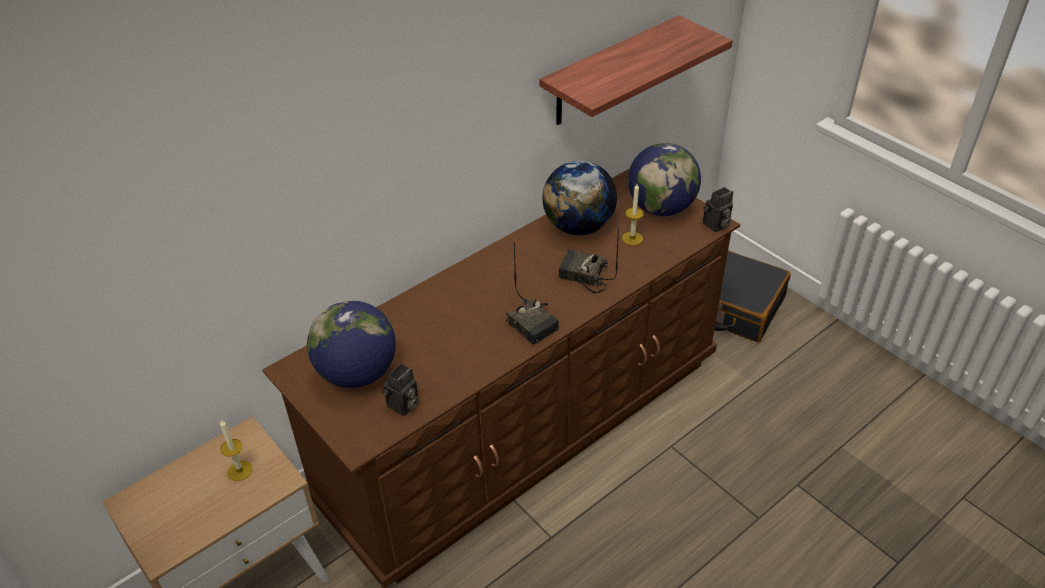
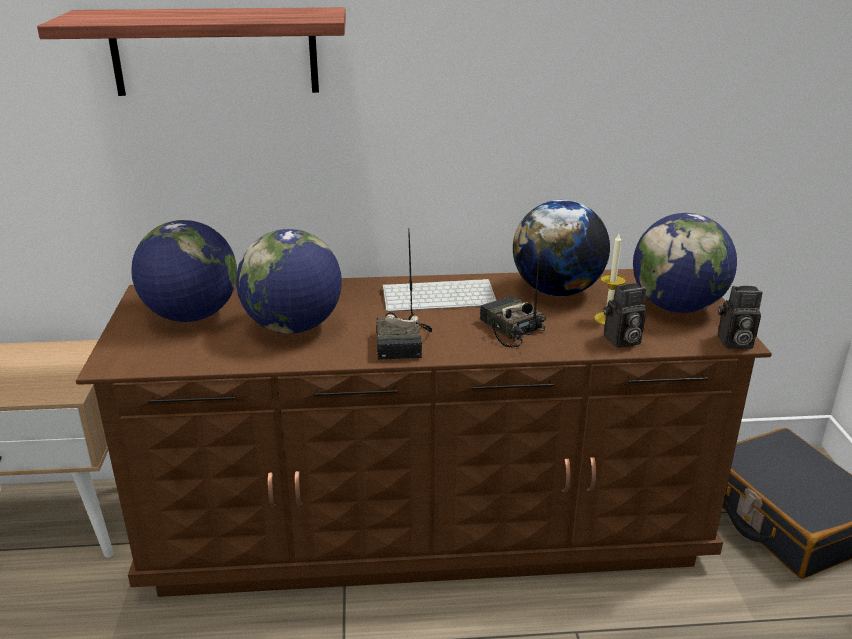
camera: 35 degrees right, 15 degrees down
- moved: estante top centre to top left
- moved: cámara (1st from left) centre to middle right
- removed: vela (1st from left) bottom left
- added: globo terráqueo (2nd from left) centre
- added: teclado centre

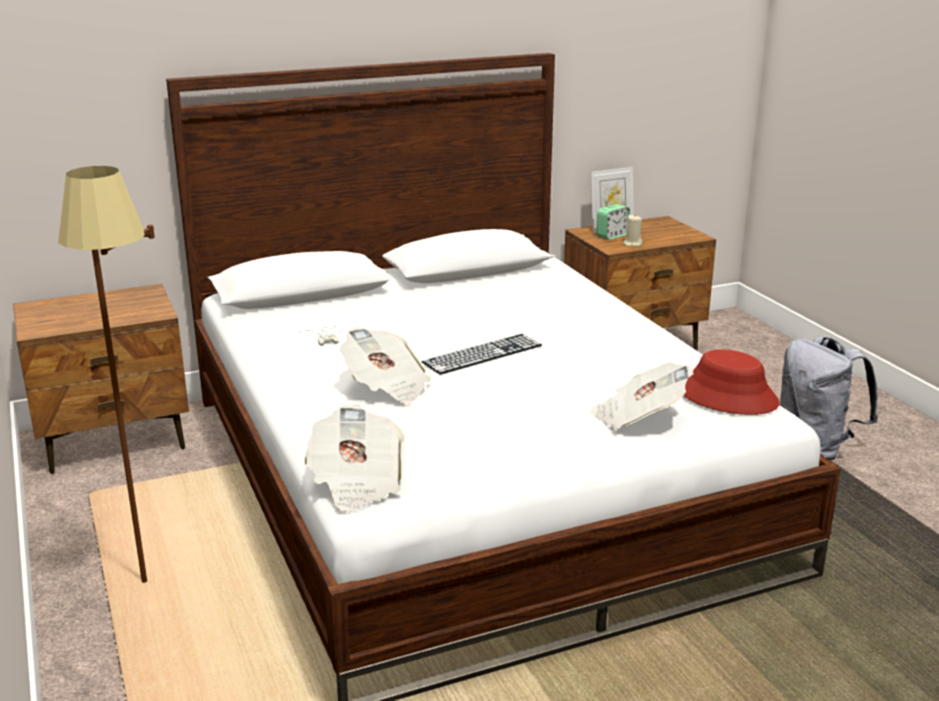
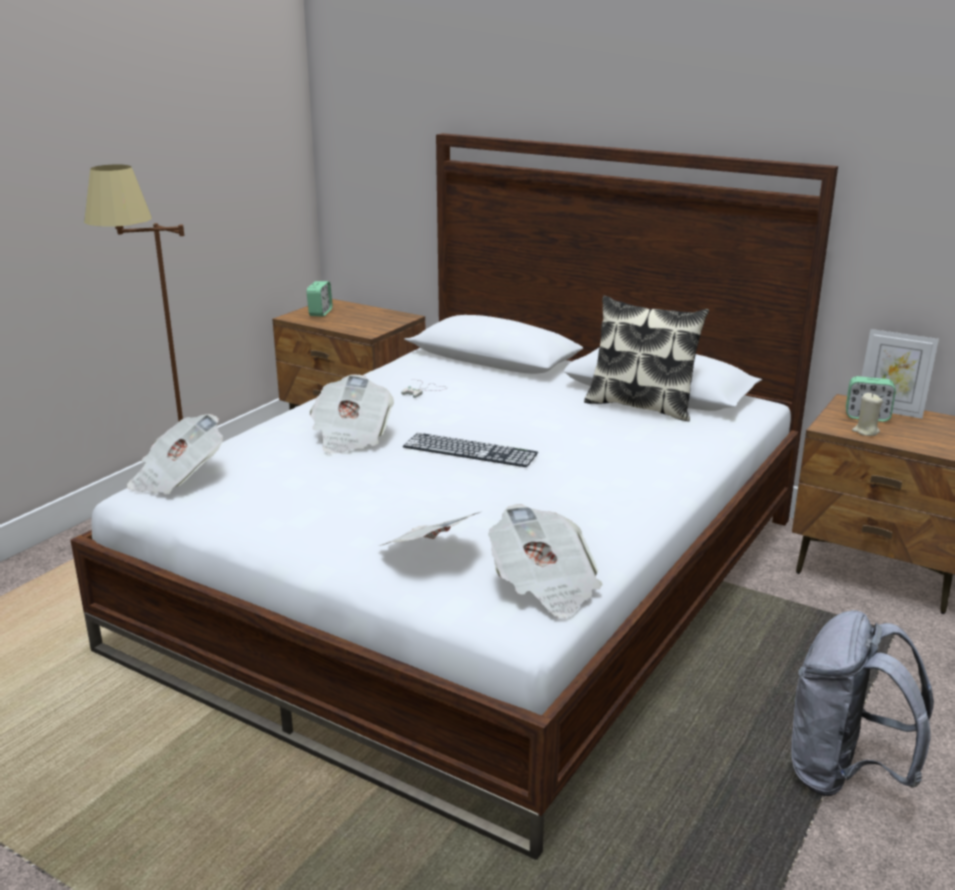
camera: 55 degrees right, 0 degrees up
- replaced: sombrero/rojo middle right to periódico (4th from left) centre
- added: despertador (1st from left) centre
- added: cojín middle right

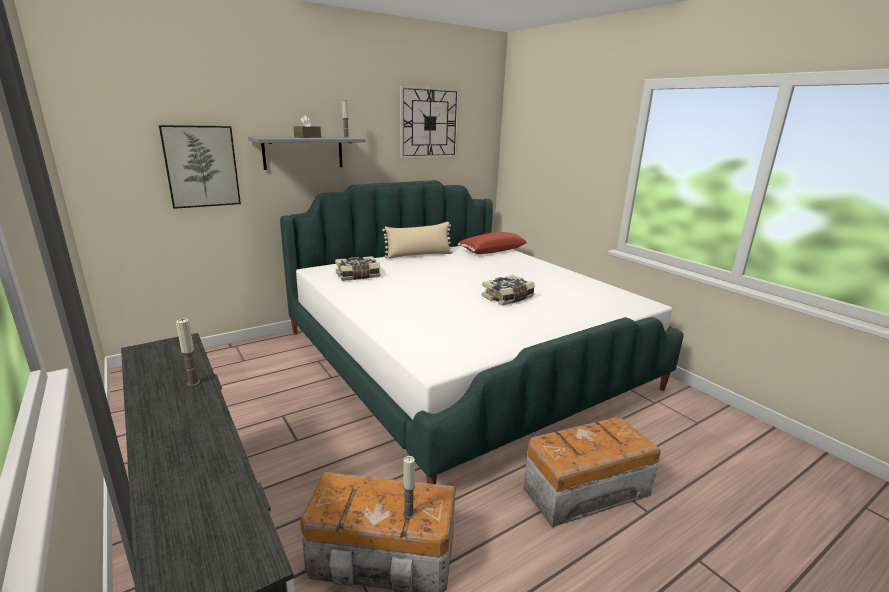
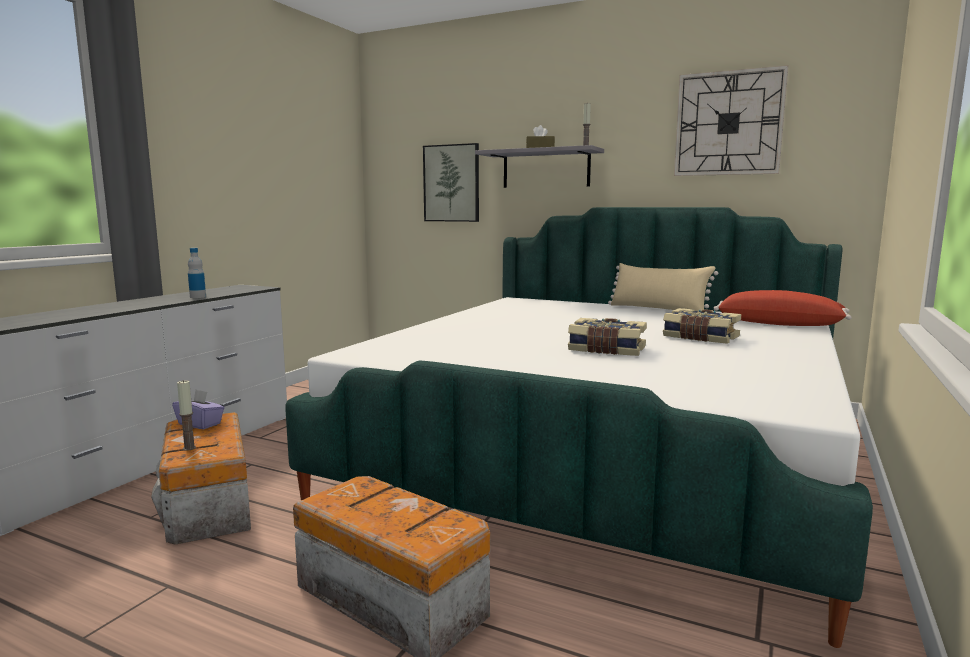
camera: 60 degrees right, 10 degrees down
- moved: libro (1st from left in the first image) centre to libro (2nd from left) middle right
- replaced: vela (1st from left) middle left to botella middle left
- added: caja de pañuelos/morado middle left

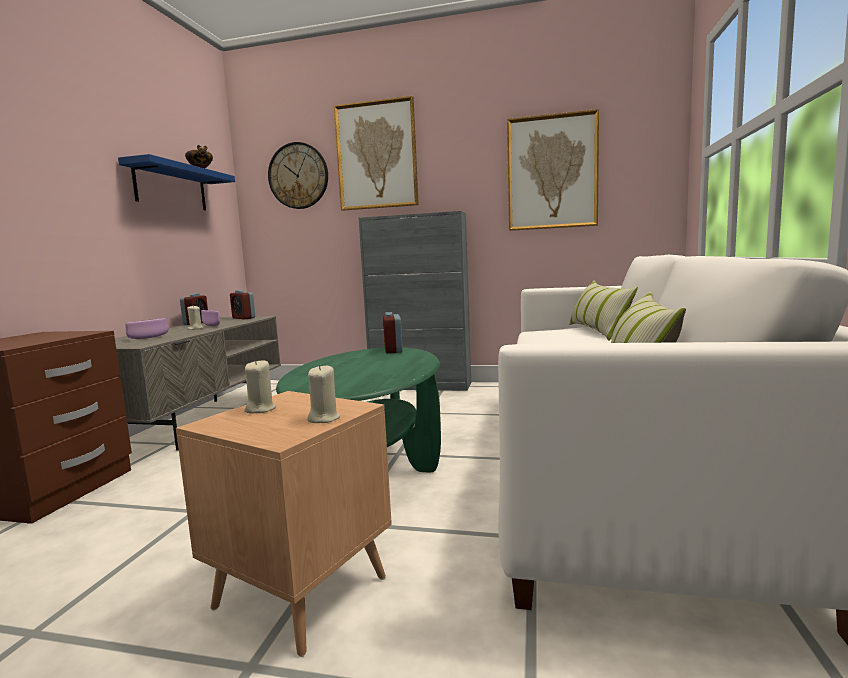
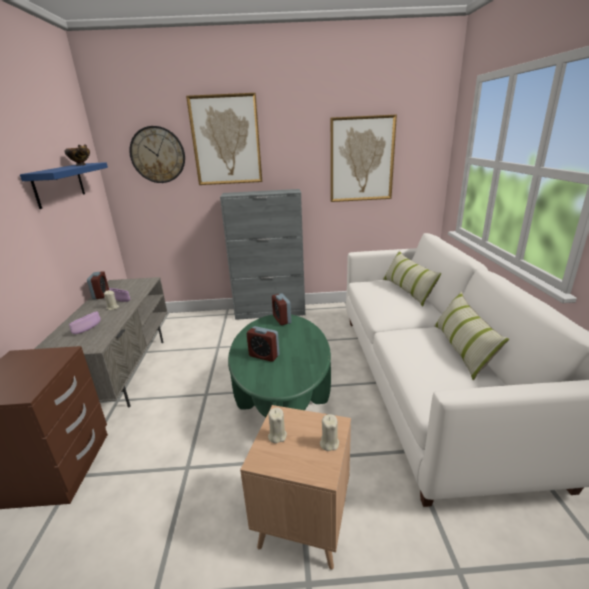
camera: 15 degrees left, 15 degrees up
- moved: despertador (2nd from left) middle left to centre

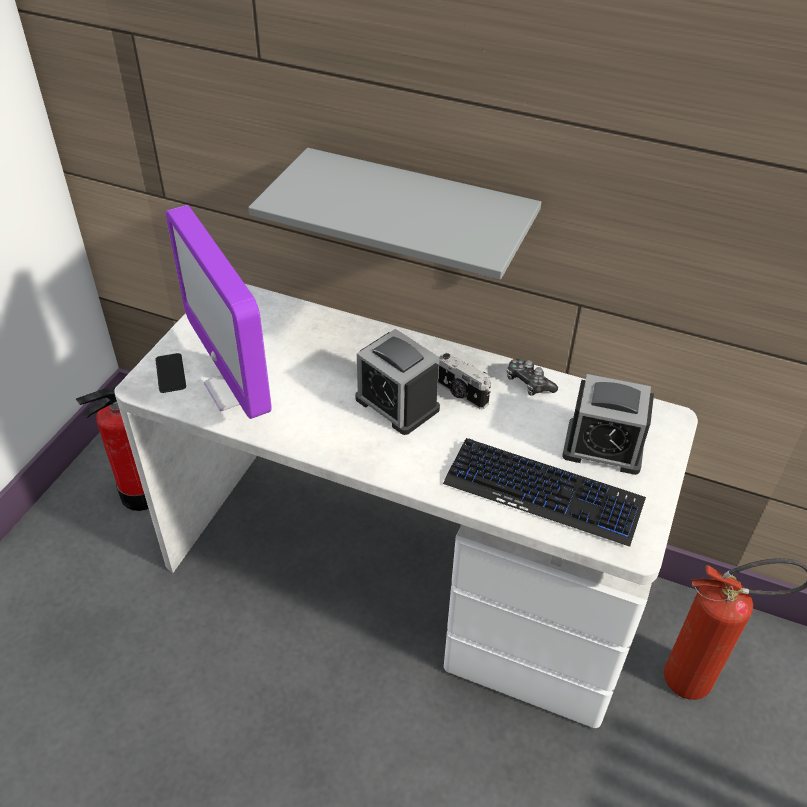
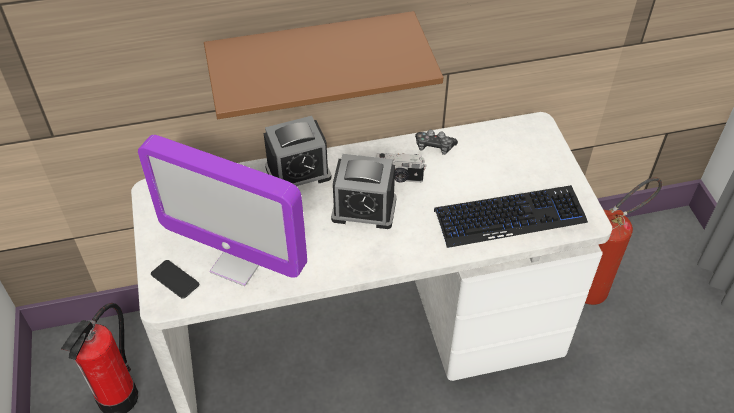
camera: 35 degrees left, 5 degrees up
- recoloured: estante/gris top centre to estante/marrón top centre
- moved: despertador (2nd from left in the first image) middle right to despertador (1st from left) centre

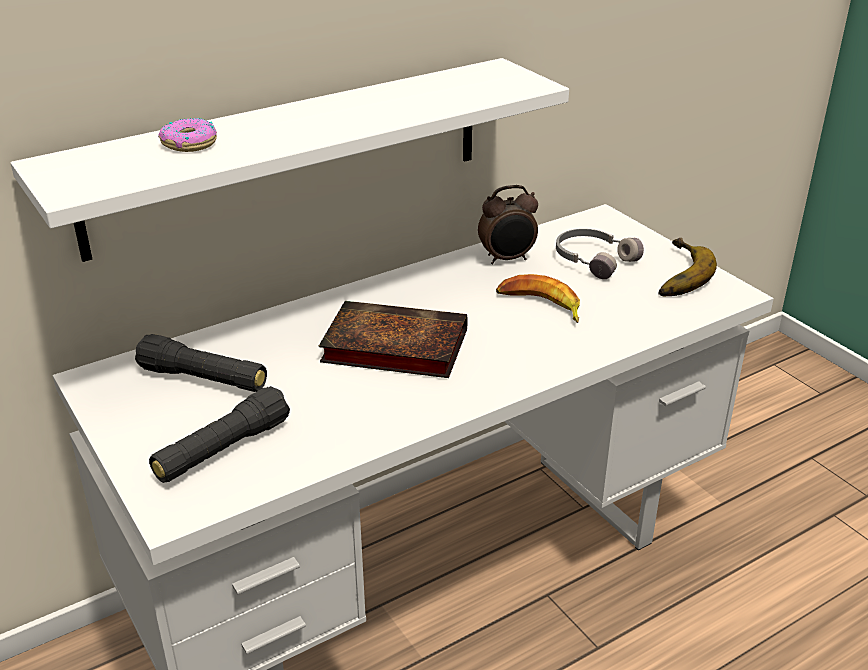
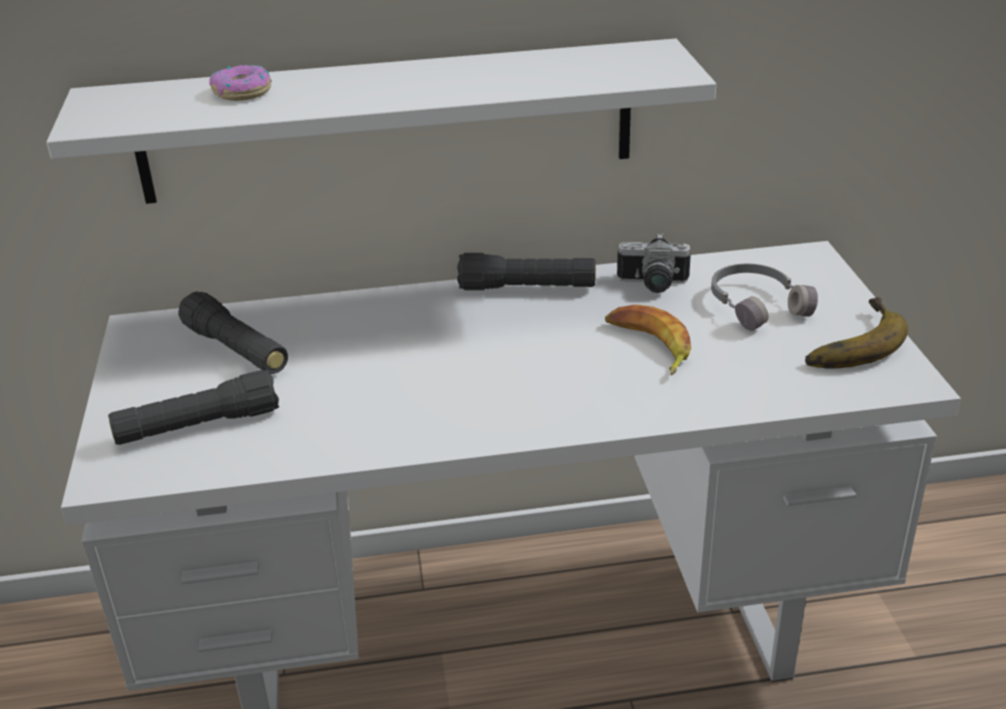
camera: 25 degrees right, 0 degrees up
- replaced: despertador centre to cámara centre
- removed: libro centre
- added: linterna/negro (3rd from left) centre

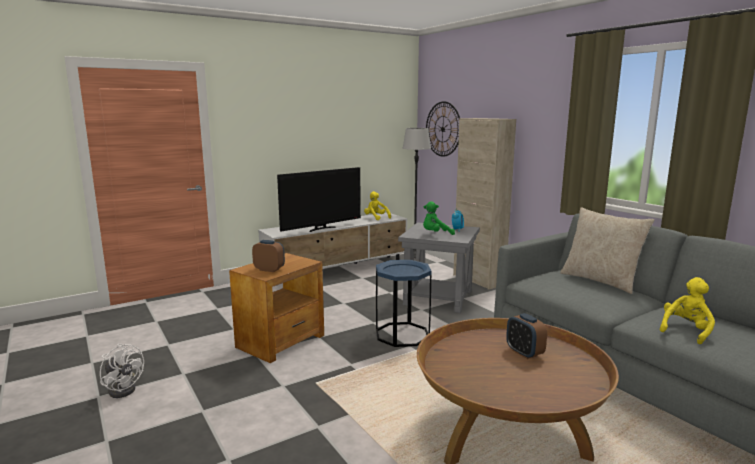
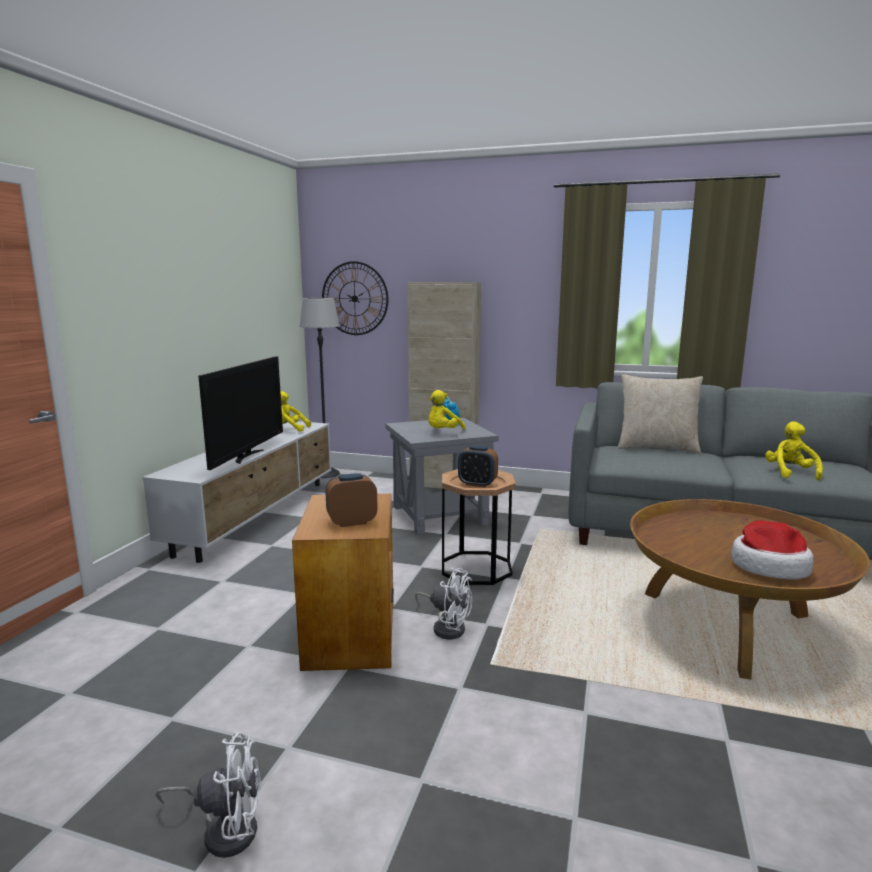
camera: 40 degrees left, 0 degrees up
- recoloured: peluche/verde centre to peluche/amarillo (2nd from left) centre
- recoloured: mesa auxiliar/azul centre to mesa auxiliar/marrón (2nd from left) centre
- moved: despertador (3rd from left) bottom right to centre
- added: sombrero middle right
- added: ventilador/blanco (2nd from left) bottom centre

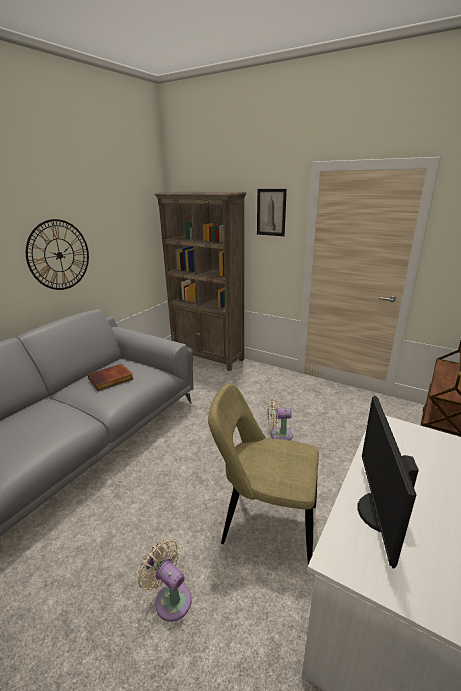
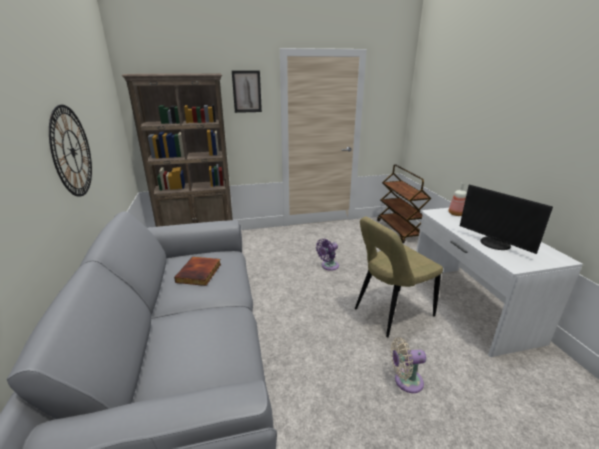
camera: 45 degrees left, 0 degrees up
- recoloured: ventilador/beis (2nd from left) centre to ventilador/morado centre
- added: botella middle right

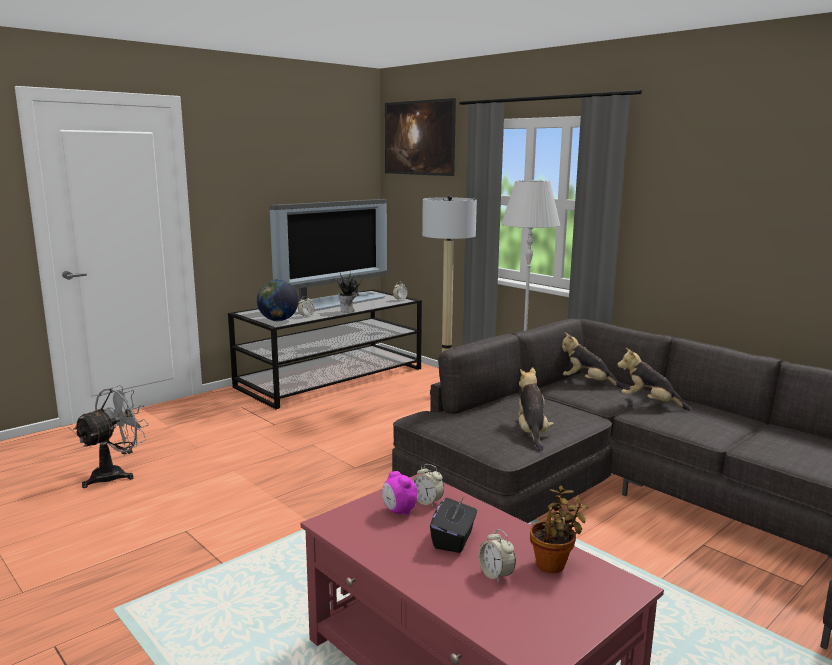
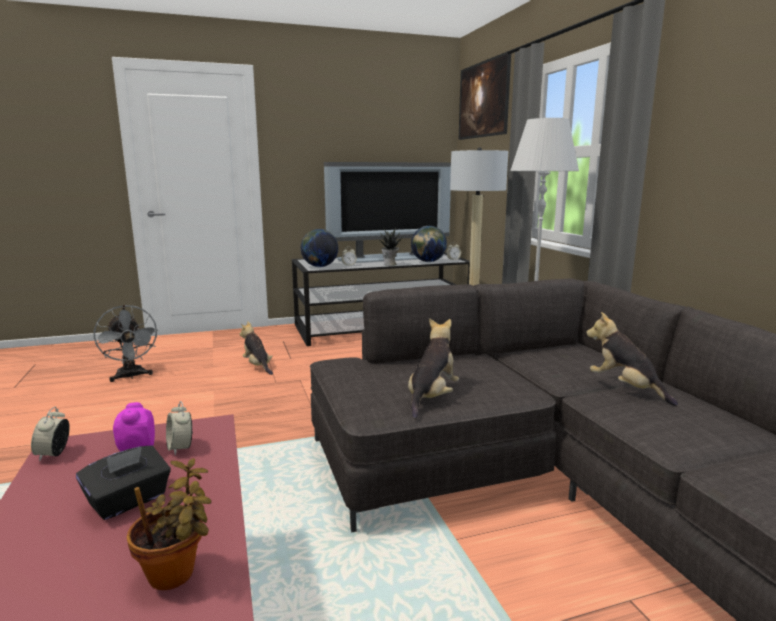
camera: 25 degrees right, 0 degrees up
- moved: peluche (2nd from left in the first image) middle right to peluche (1st from left) middle left
- turned: ventilador/gris middle left = middle left 90 degrees clockwise
- moved: despertador (5th from left in the first image) bottom centre to despertador (1st from left) bottom left
- added: globo terráqueo (2nd from left) centre

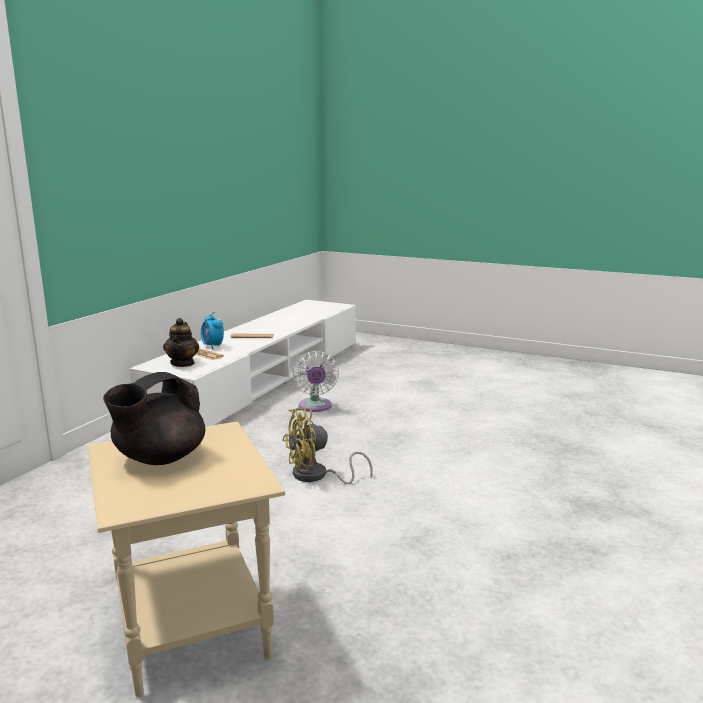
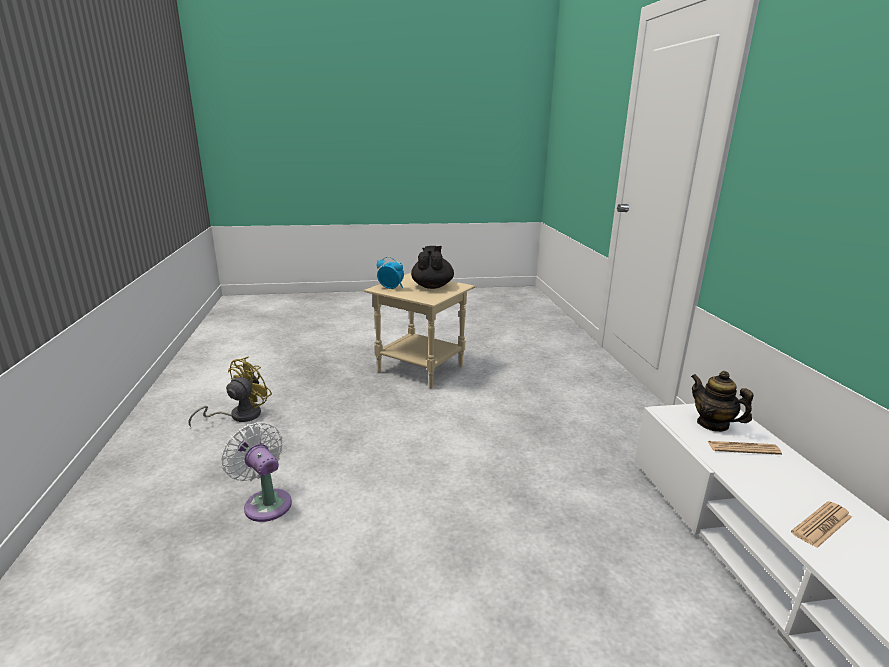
camera: 145 degrees right, 5 degrees up
- moved: despertador middle left to centre
- moved: ventilador/blanco centre to bottom left
- moved: ventilador/amarillo centre to middle left

